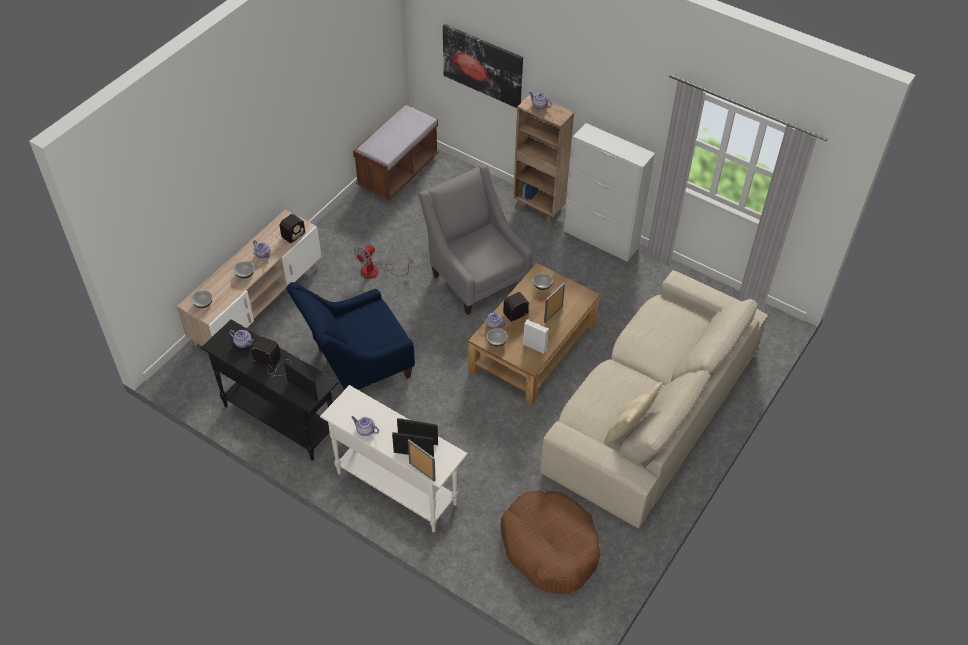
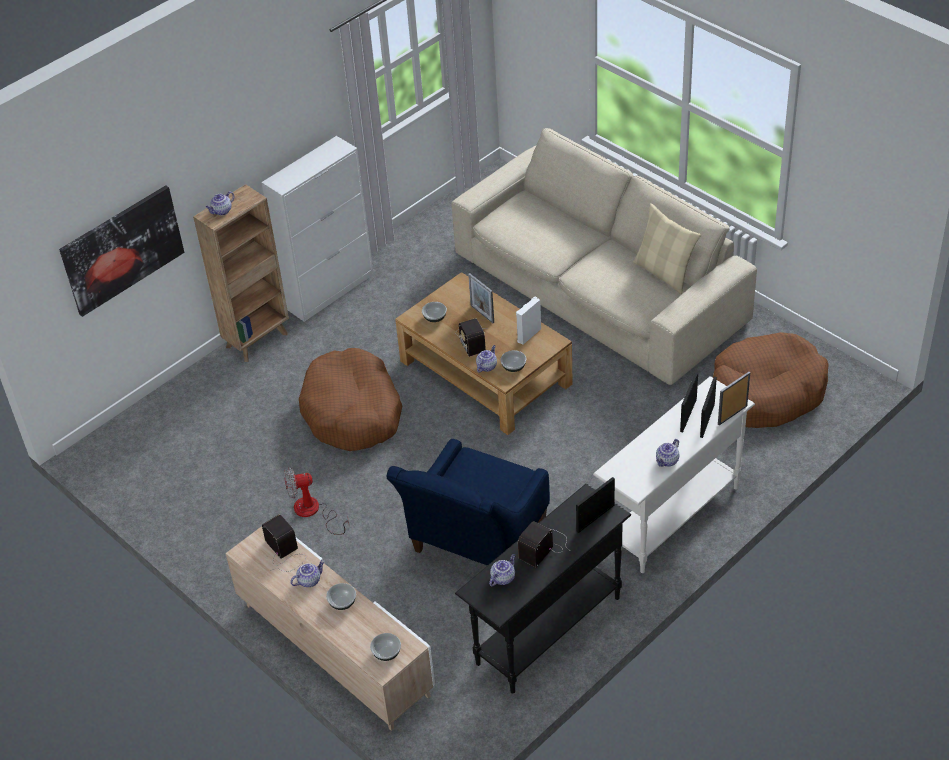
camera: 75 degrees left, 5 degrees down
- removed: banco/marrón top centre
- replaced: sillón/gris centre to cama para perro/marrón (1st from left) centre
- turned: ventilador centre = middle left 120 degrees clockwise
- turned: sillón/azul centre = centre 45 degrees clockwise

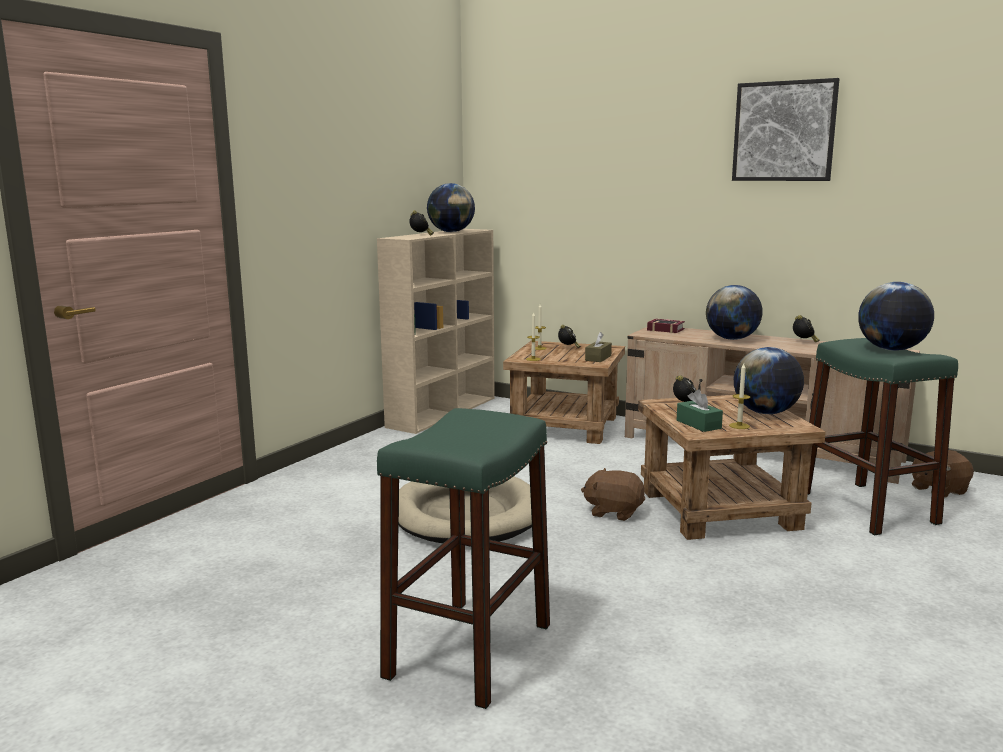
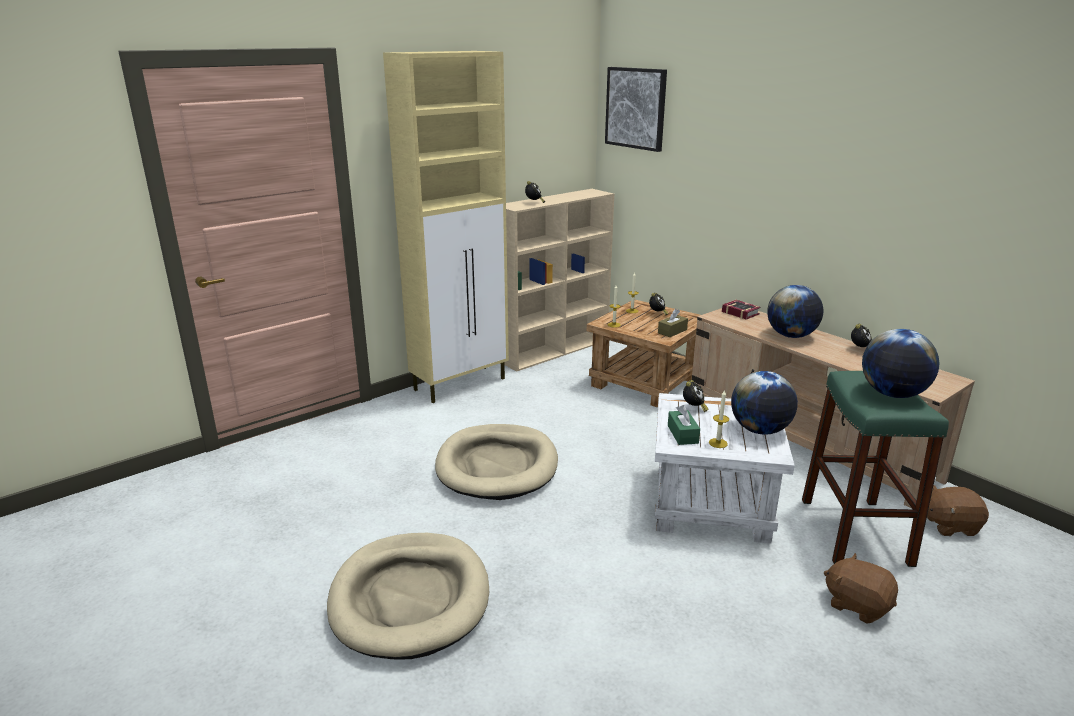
camera: 20 degrees right, 10 degrees up
- moved: cuadro top right to top centre
- removed: globo terráqueo (1st from left) top centre
- recoloured: mesa auxiliar/marrón (2nd from left) middle right to mesa auxiliar/blanco middle right
- replaced: taburete/verde (1st from left) bottom centre to cama para perro/beis (1st from left) bottom centre
- moved: peluche/marrón (1st from left) centre to bottom right
- added: armario/beis top centre

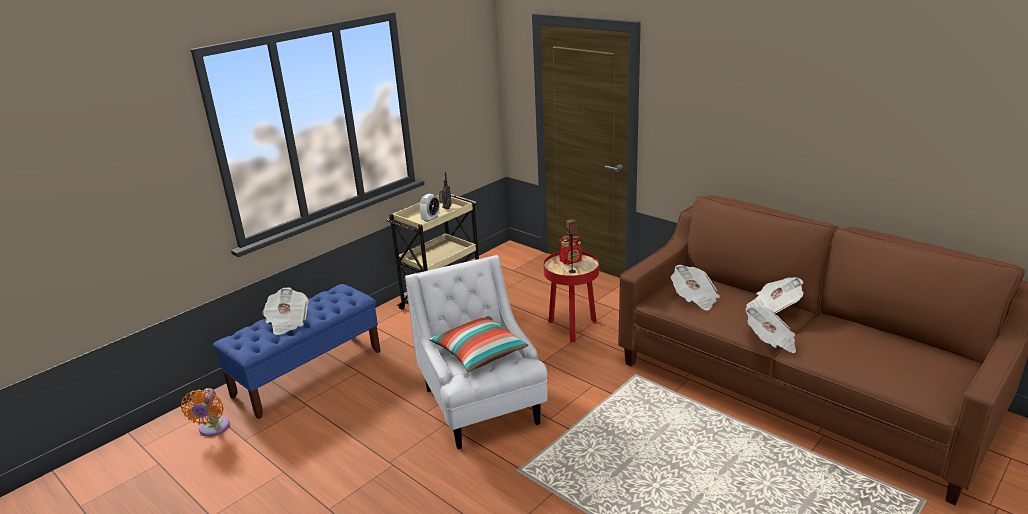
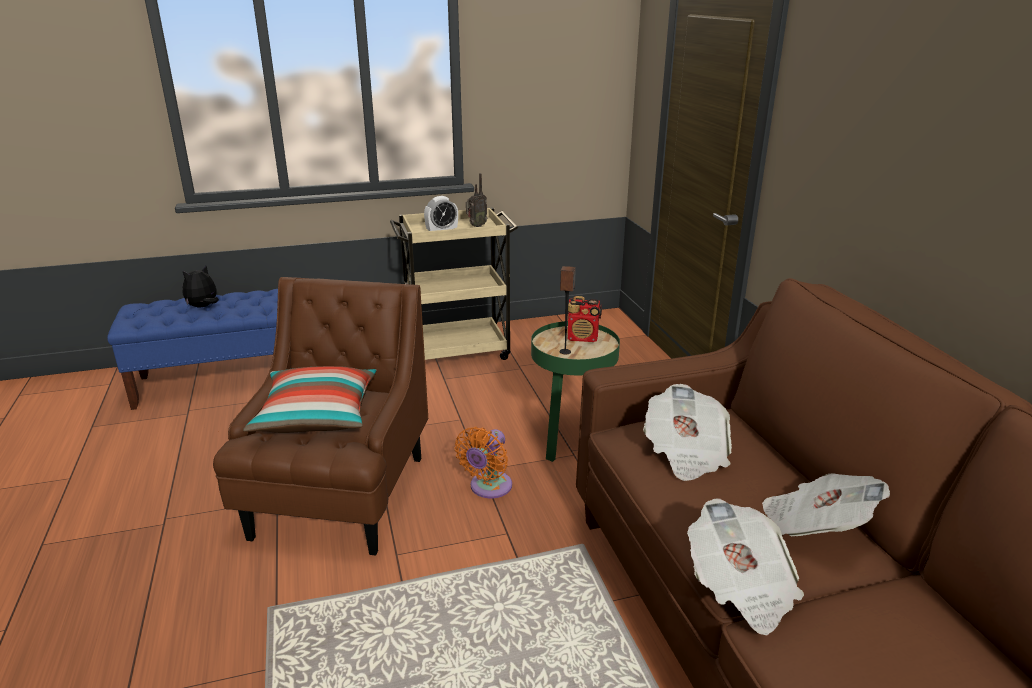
camera: 30 degrees right, 0 degrees up
- recoloured: mesa auxiliar/rojo centre to mesa auxiliar/verde centre
- recoloured: sillón/blanco bottom centre to sillón/marrón middle left
- replaced: periódico (1st from left) middle left to peluche middle left
- moved: ventilador/naranja bottom left to bottom centre

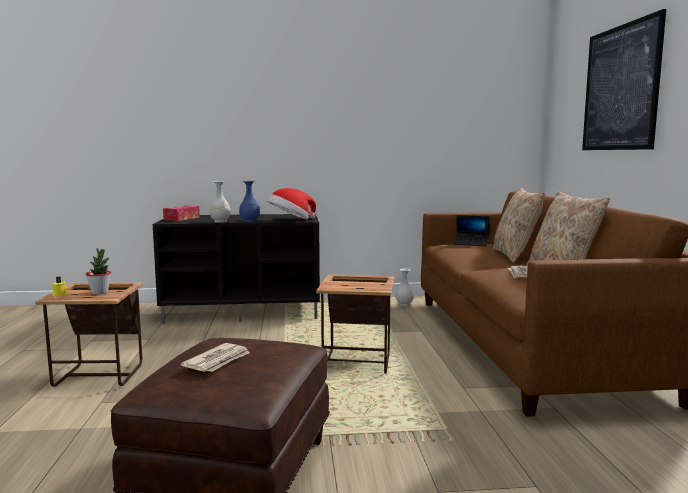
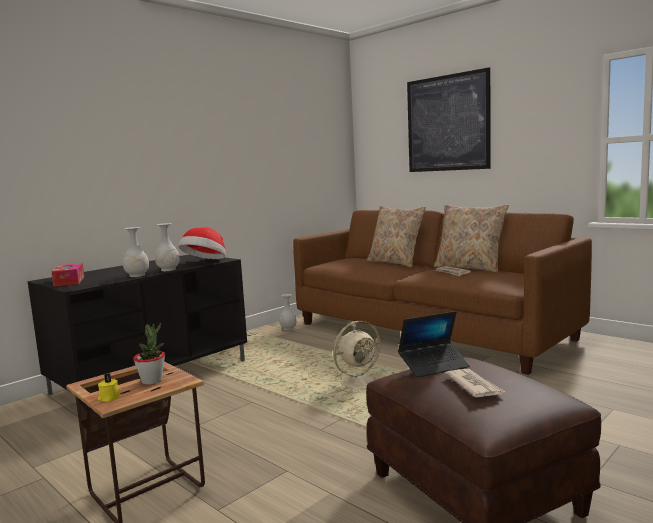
camera: 40 degrees left, 0 degrees up
- recoloured: florero/azul centre to florero/blanco (2nd from left) middle left
- moved: portátil middle right to centre
- replaced: mesa auxiliar (2nd from left) centre to ventilador/beis bottom centre

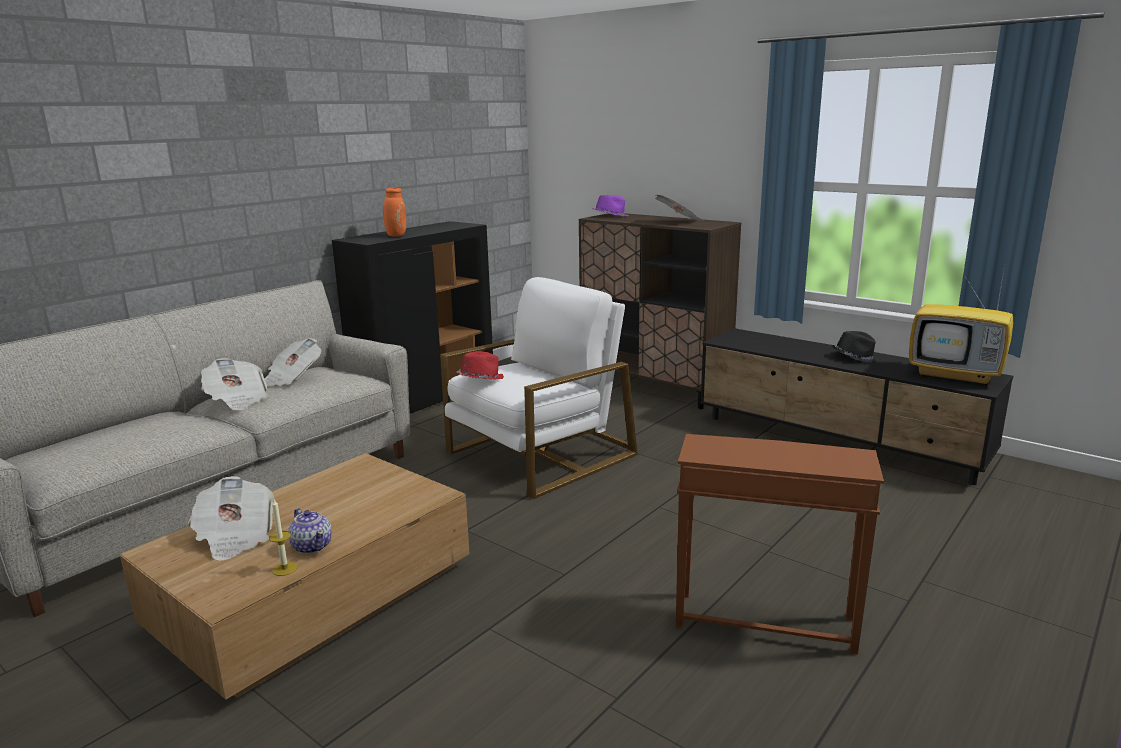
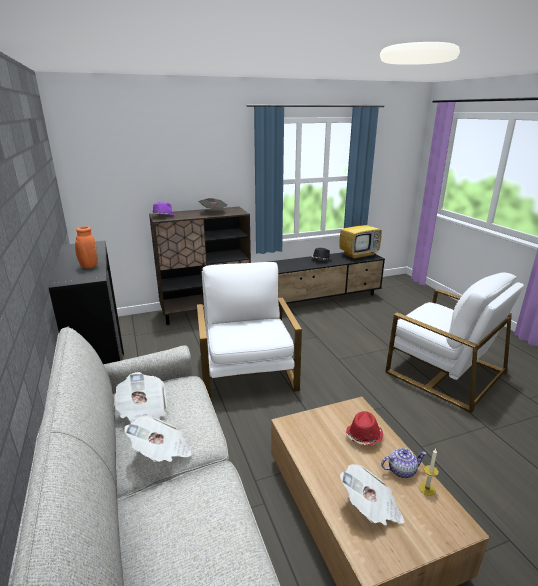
camera: 60 degrees left, 5 degrees up
- moved: sombrero/rojo centre to bottom right
- replaced: mesa auxiliar/marrón bottom right to sillón/blanco (2nd from left) middle right

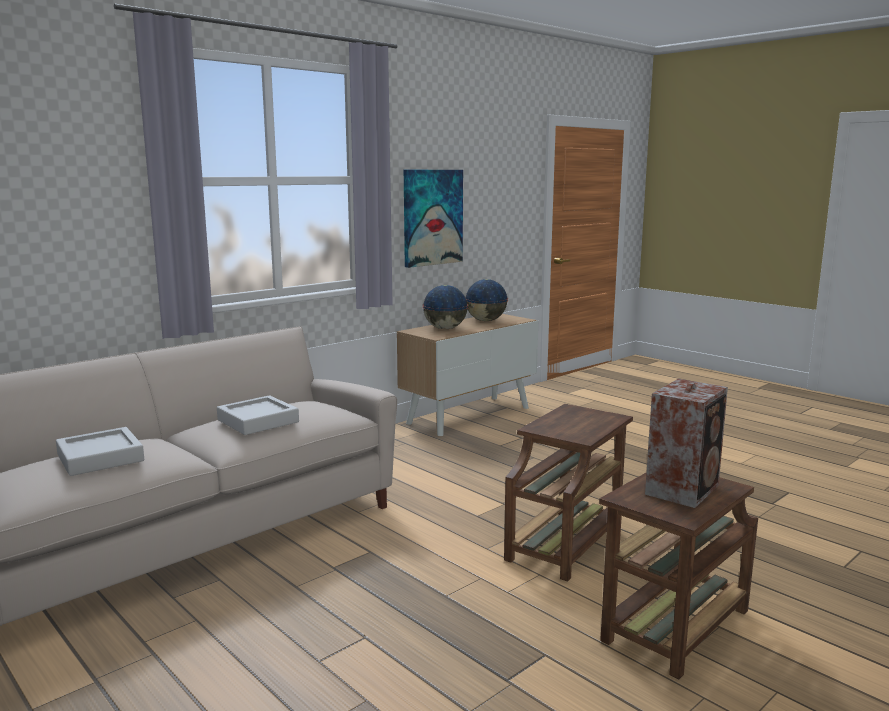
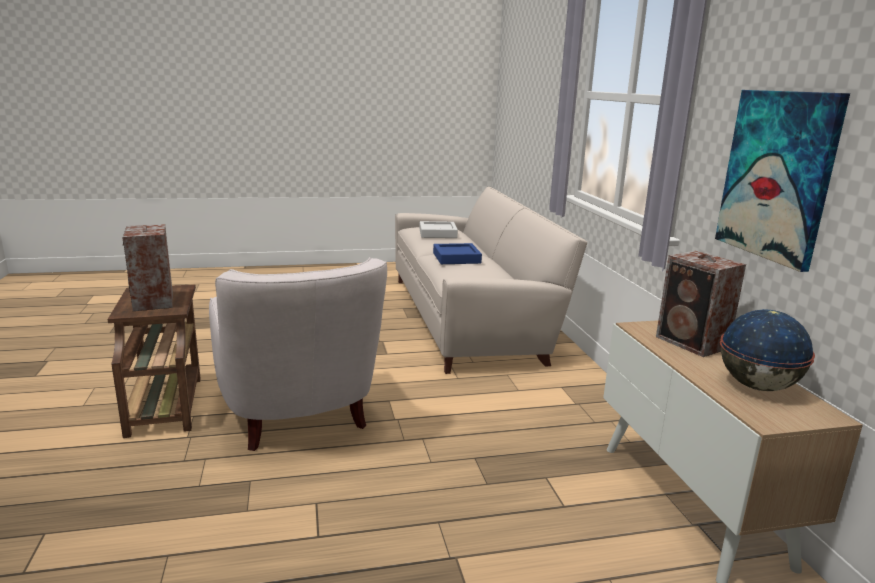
camera: 120 degrees right, 5 degrees up
- replaced: globo terráqueo (1st from left) centre to altavoz (2nd from left) middle right
- recoloured: bandeja/gris (2nd from left) middle left to bandeja/azul centre
- replaced: mesa auxiliar/marrón (1st from left) bottom centre to sillón/blanco centre

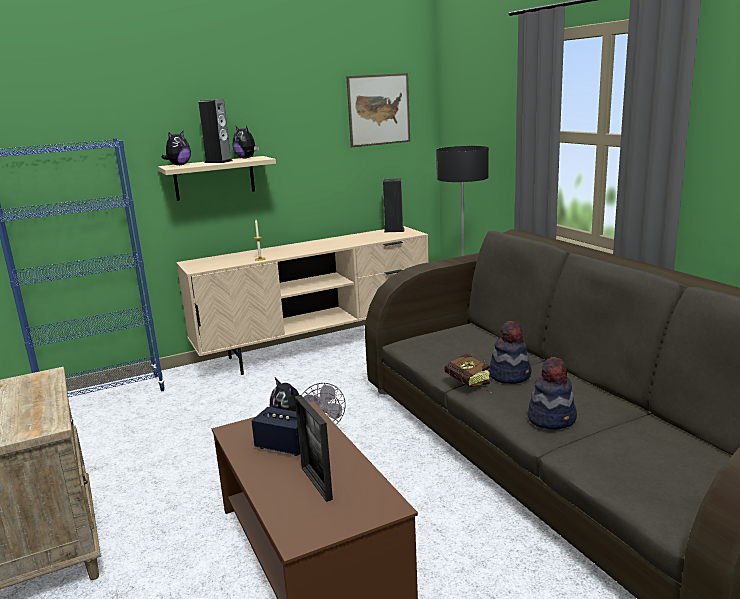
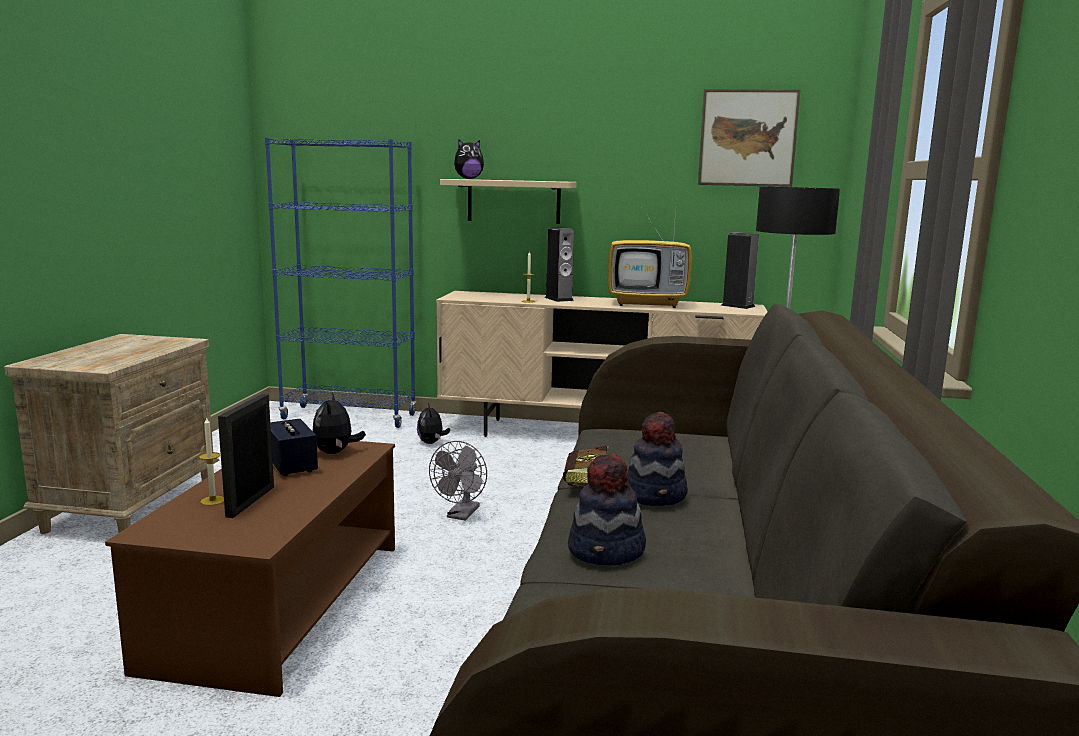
camera: 35 degrees right, 5 degrees down
- moved: altavoz (1st from left in the first image) top left to altavoz (2nd from left) centre
- moved: peluche (2nd from left) top left to centre
- added: televisor centre
- added: vela (1st from left) middle left

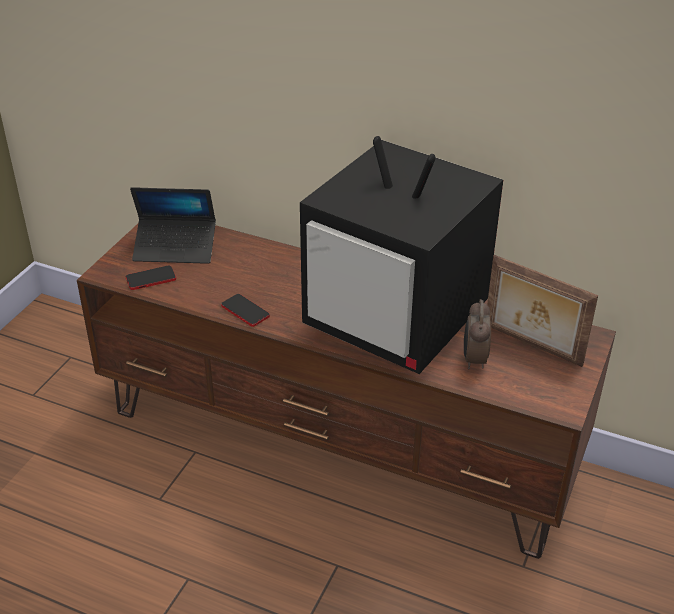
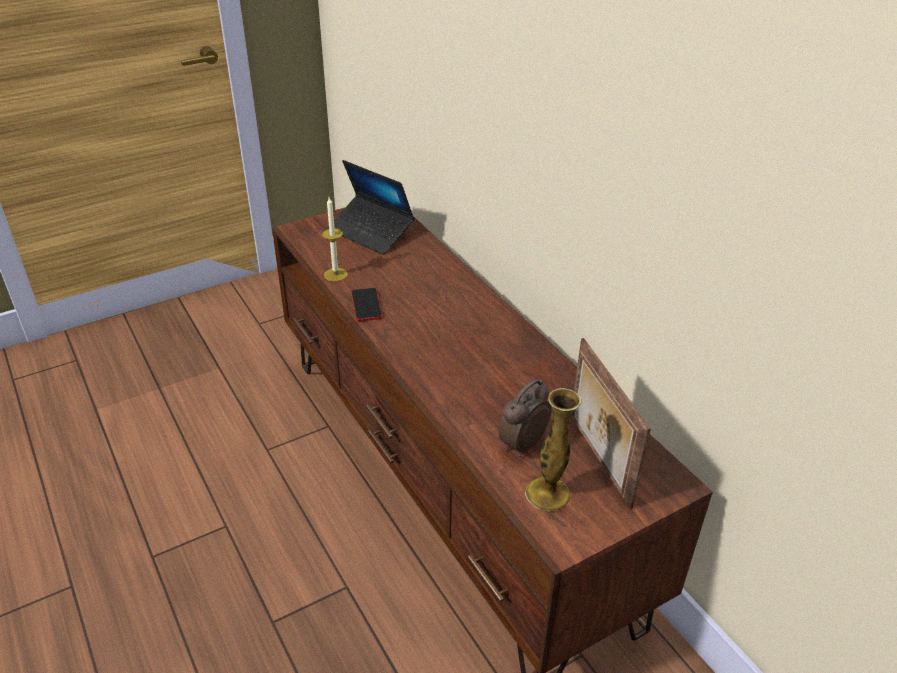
camera: 35 degrees right, 0 degrees up
- removed: televisor centre
- removed: móvil (1st from left) middle left
- added: vela centre
- added: florero bottom centre

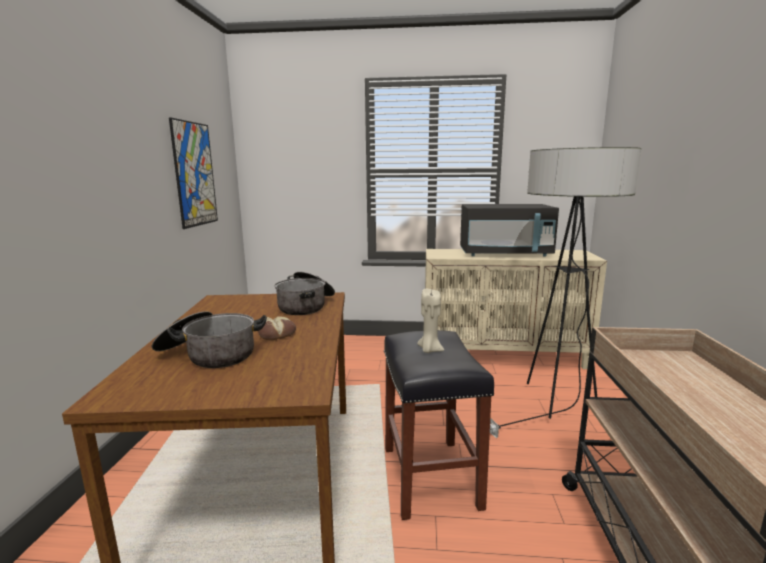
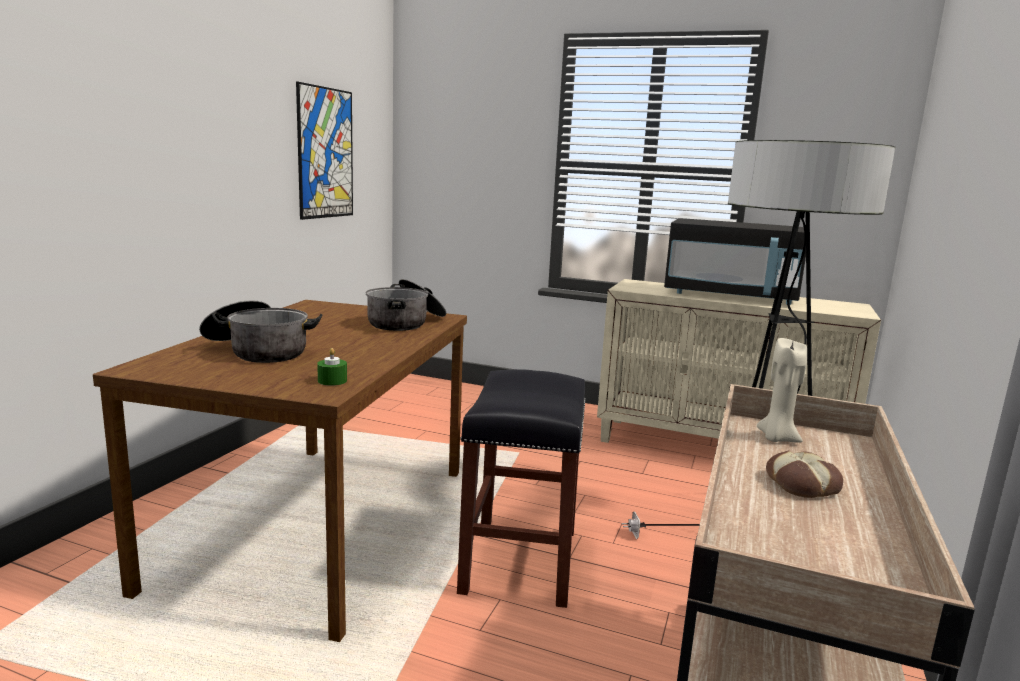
camera: 15 degrees right, 0 degrees up
- moved: vela/beis centre to middle right
- moved: pan centre to bottom right
- added: vela/verde middle left

